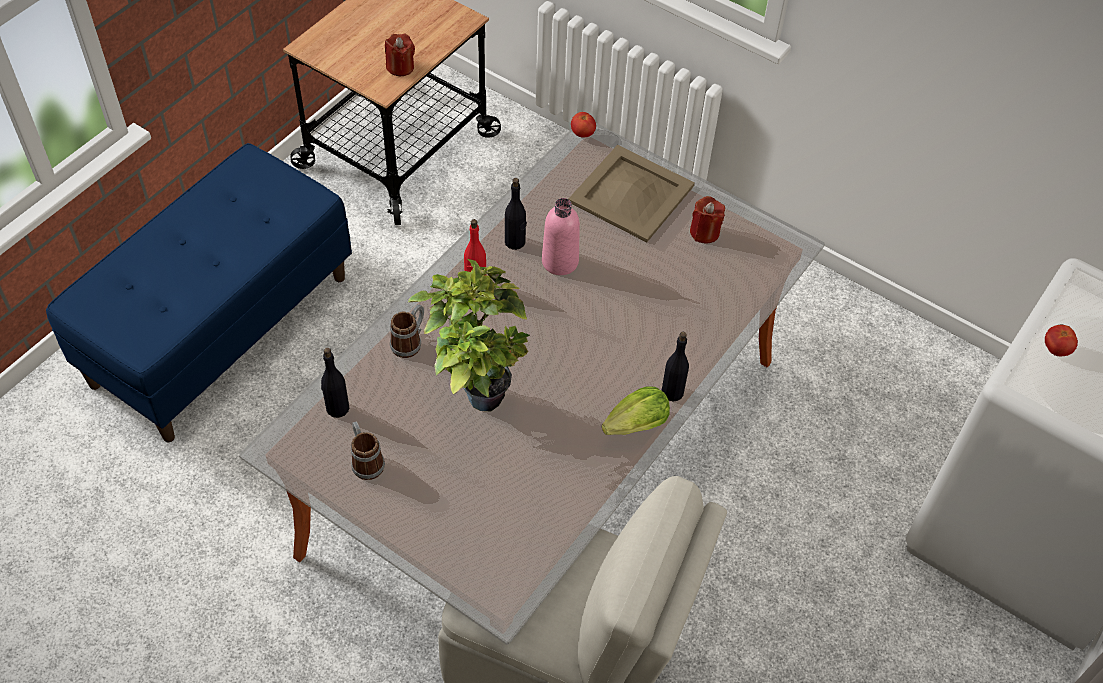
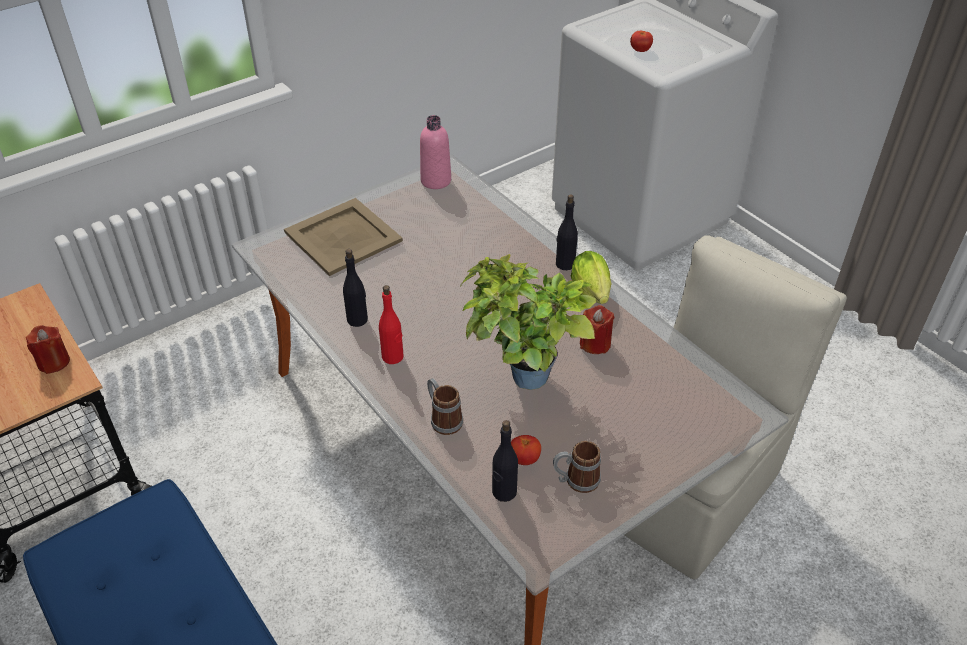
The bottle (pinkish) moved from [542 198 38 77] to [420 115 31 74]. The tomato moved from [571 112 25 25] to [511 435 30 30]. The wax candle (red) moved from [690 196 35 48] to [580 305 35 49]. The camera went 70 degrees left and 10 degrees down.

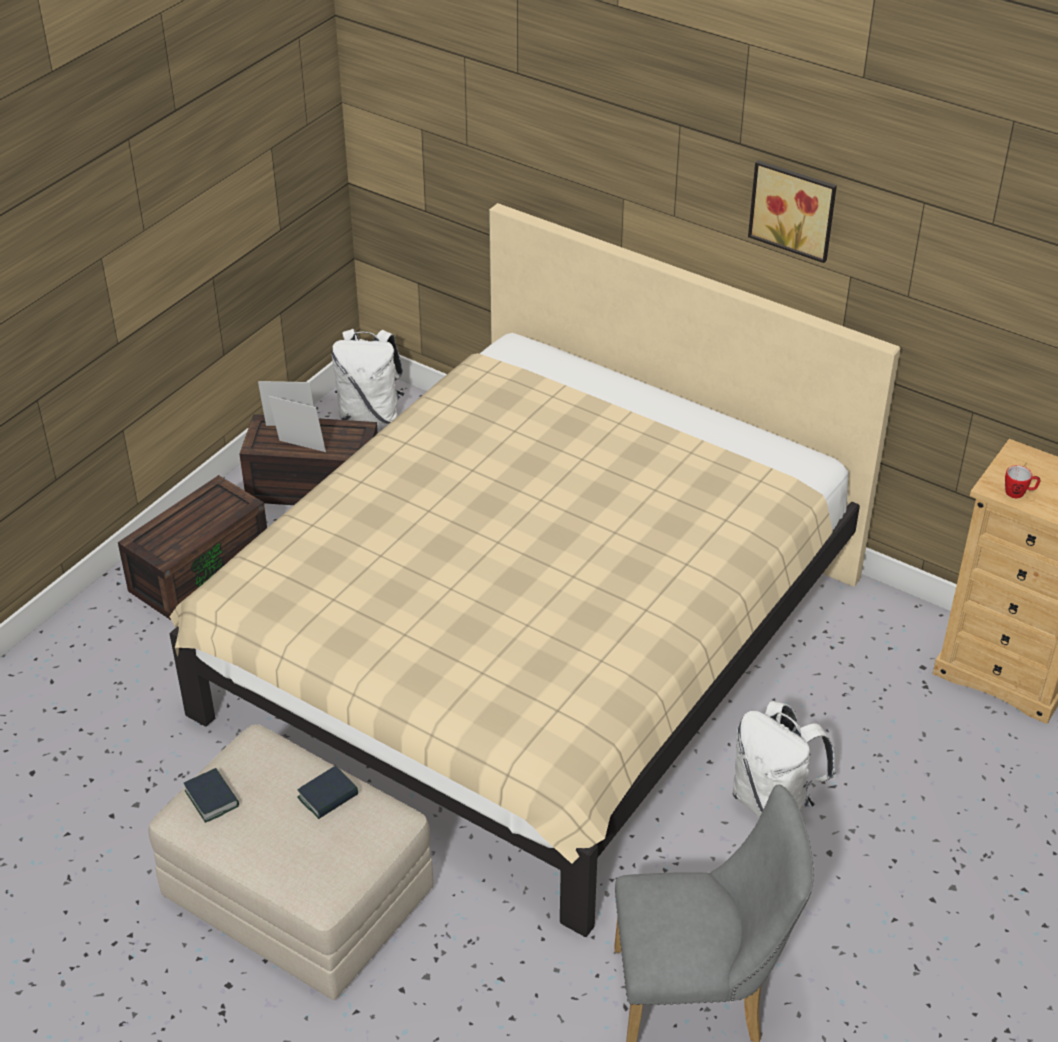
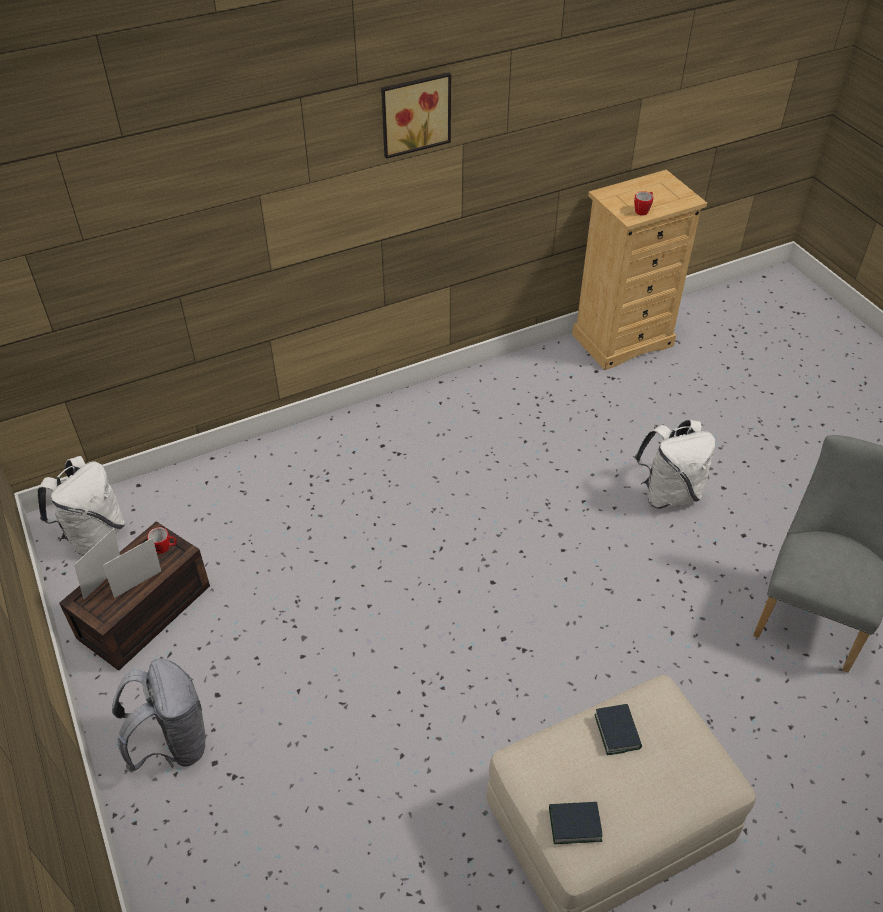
The bedroom bed (beige) at [169 203 732 734] disappeared. The coffee mug at [147 527 30 27] appeared. The storage box (brown-coloured) at [118 475 149 146] was replaced by the rucksack (greyish) at [112 658 95 115]. The camera went 60 degrees left and 5 degrees up.

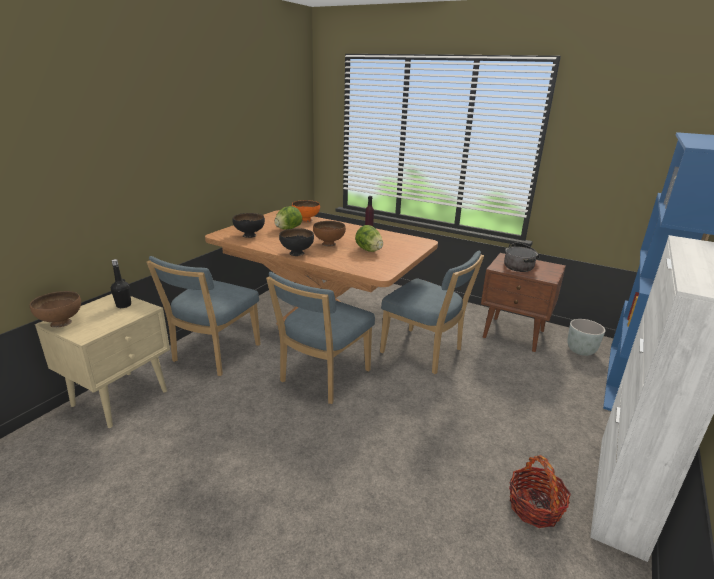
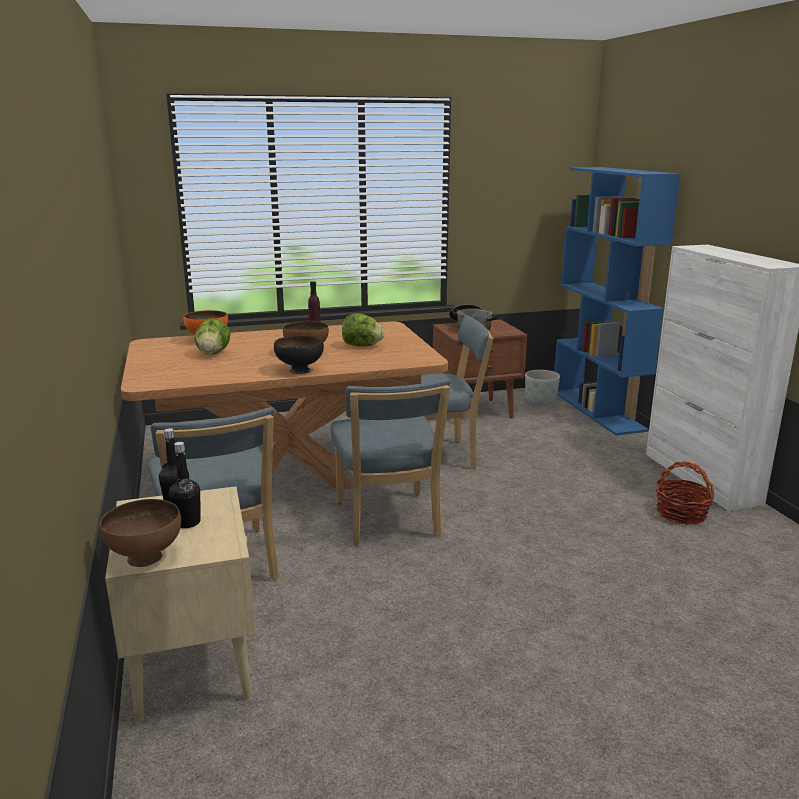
The serving bowl (black-coloured) at [232 213 33 25] disappeared. The bottle (black-coloured) at [169 442 32 86] appeared. The camera went 45 degrees left and 5 degrees down.

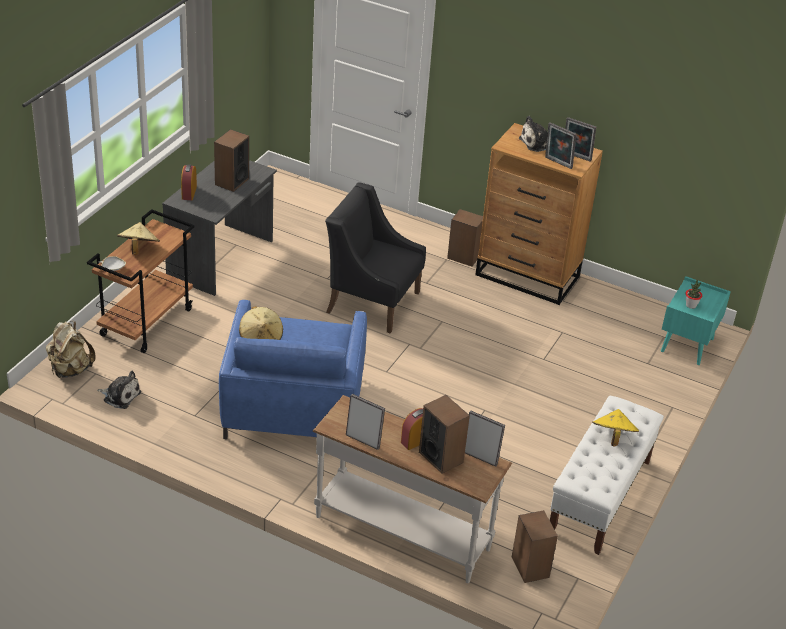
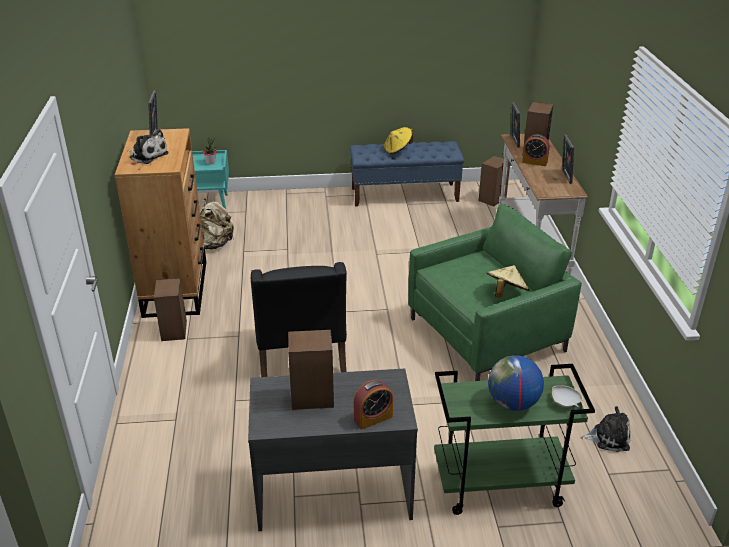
The photo frame at [545 122 31 47] disappeared. The rucksack (beige) moved from [46 321 50 57] to [200 198 34 51]. The hat (beige) at [117 222 43 33] was replaced by the globe at [488 355 56 56]. The cart (brown-coloured) at [87 209 108 144] became the cart (green-coloured) at [434 364 161 151]. The easy chair (bluish) at [219 300 148 139] became the easy chair (green-coloured) at [408 204 174 177]. The bench (whitish) at [550 396 114 159] became the bench (bluish) at [350 141 114 65]. The soft toy at [97 371 44 38] turned 105 degrees clockwise. The camera went 120 degrees left and 5 degrees down.

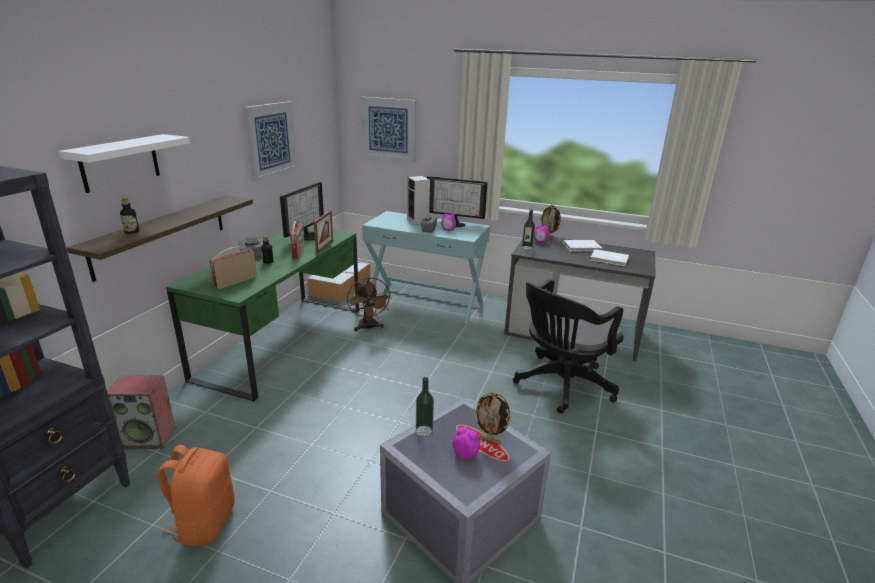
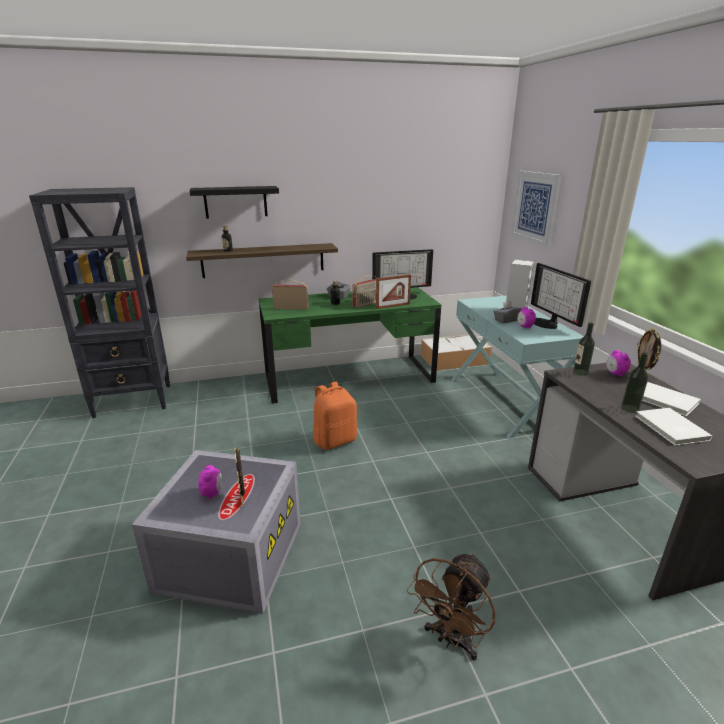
The speaker at [107 375 68 74] disappeared. The wall art at [244 101 53 81] disappeared. The desk chair (black-coloured) at [513 279 111 135] disappeared. The rucksack (orange-coloured) moved from [157 445 78 101] to [313 382 44 68]. The fan (brown-coloured) moved from [347 277 45 54] to [407 553 88 108]. The bottle moved from [416 377 18 60] to [621 352 27 61]. The shelf (whitish) at [58 134 132 59] became the shelf (black-coloured) at [190 186 89 32]. The camera went 55 degrees right and 0 degrees up.

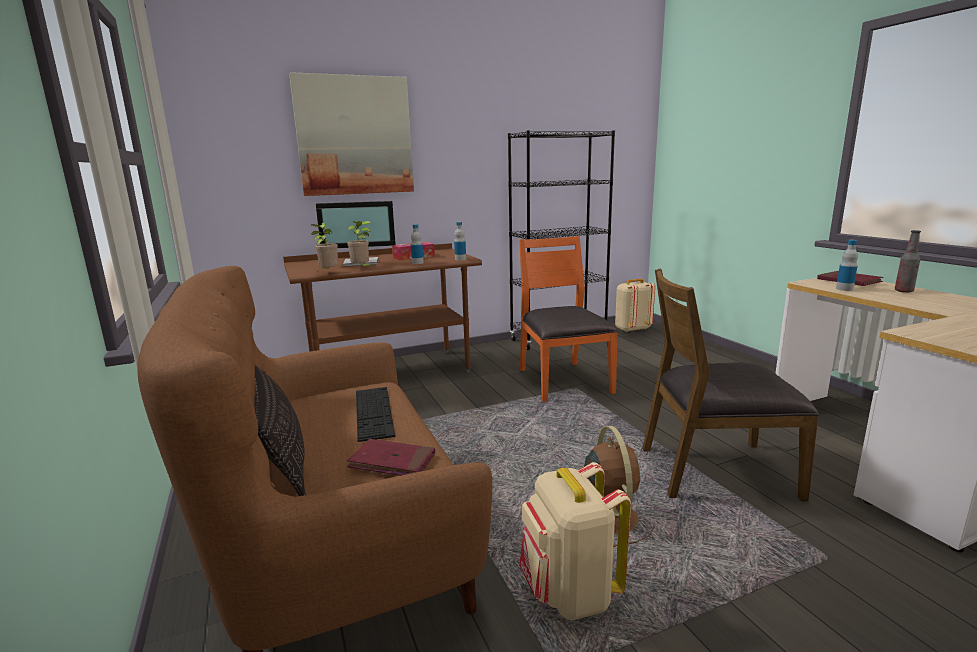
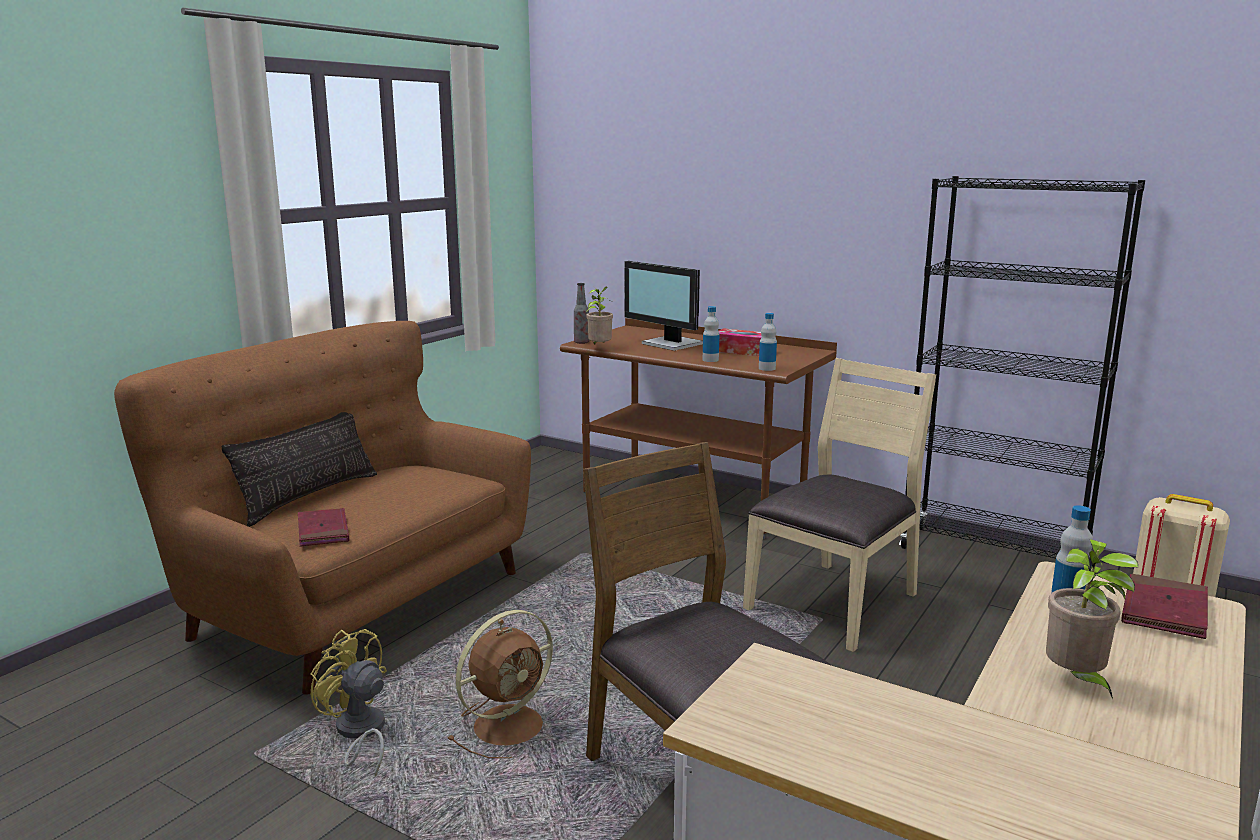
The wall art at [289 73 125 123] disappeared. The computer keyboard at [356 387 39 55] disappeared. The potted plant moved from [347 221 24 45] to [1046 539 92 160]. The bottle moved from [895 230 26 63] to [574 283 15 61]. The rucksack (beige) at [519 462 112 158] was replaced by the fan (yellow) at [310 629 77 147]. The chair (orange-coloured) at [519 236 99 166] became the chair (beige) at [743 358 193 294]. The camera went 55 degrees right and 0 degrees up.

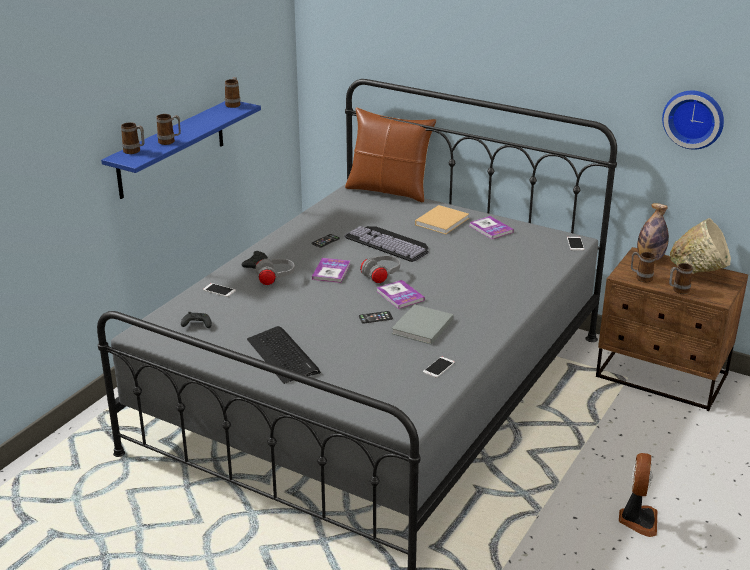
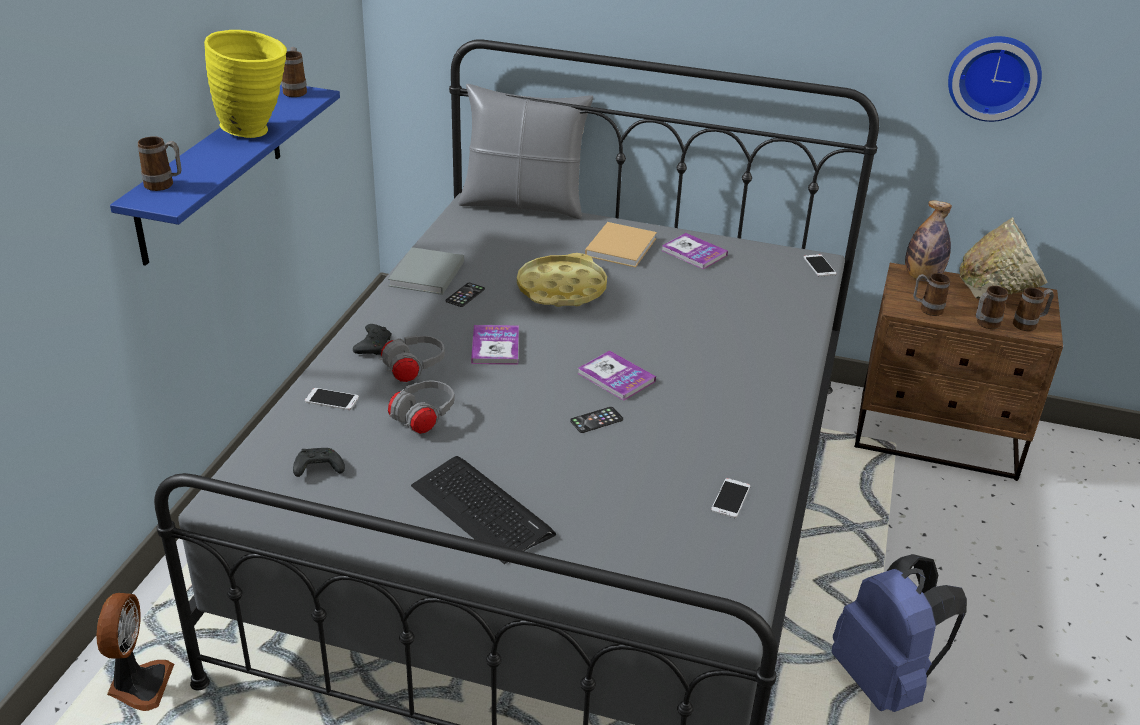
The flower vase (yellow) at [204 30 83 108] appeared. The rucksack (bluish) at [832 554 135 158] appeared. The coffee mug moved from [156 114 25 31] to [1013 288 41 43]. The headset (greyish) moved from [360 256 40 27] to [388 380 67 54]. The bound book (greyish) moved from [391 304 62 41] to [388 247 76 48]. The fan moved from [619 453 38 84] to [96 593 78 118]. The computer keyboard at [344 226 85 36] was replaced by the carrying tray (yellow) at [517 253 90 54]. The cushion (brown-coloured) at [345 108 91 94] became the cushion (greyish) at [458 84 135 135]. The camera went 15 degrees left and 5 degrees up.

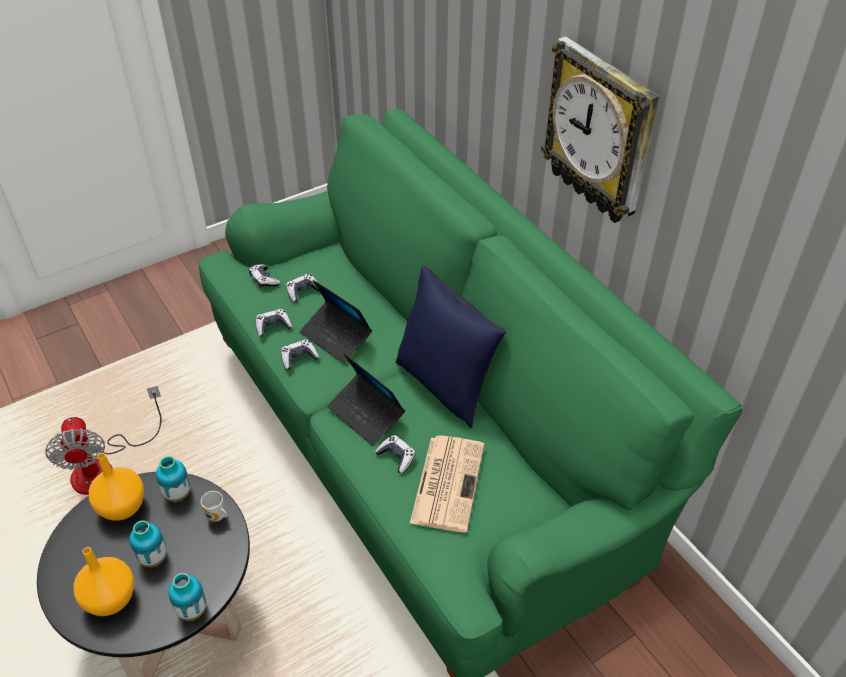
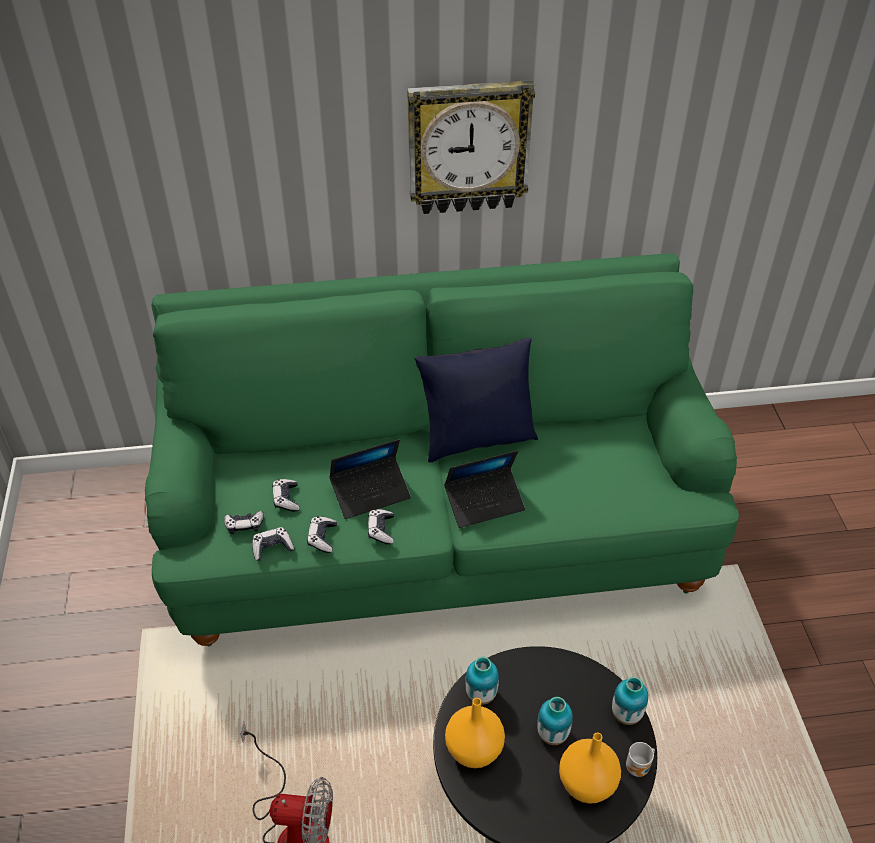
The daily paper at [410 435 74 98] disappeared. The coffee mug moved from [201 491 26 31] to [626 742 29 35]. The game controller moved from [375 435 41 38] to [252 527 42 34]. The camera went 65 degrees left and 0 degrees up.

